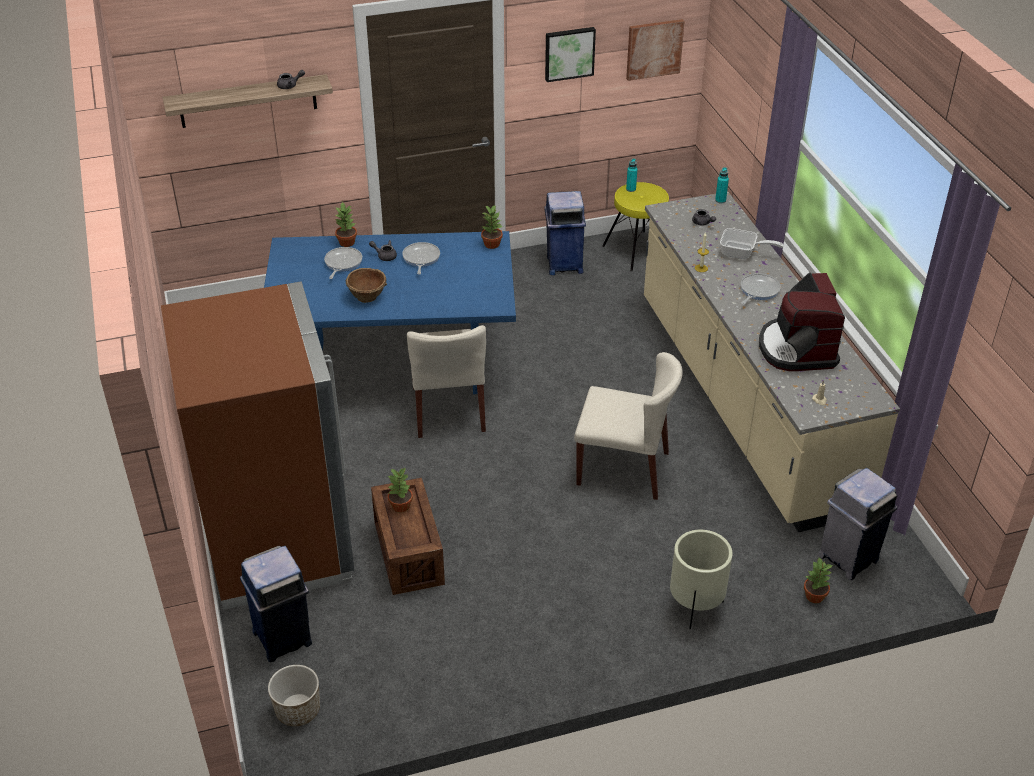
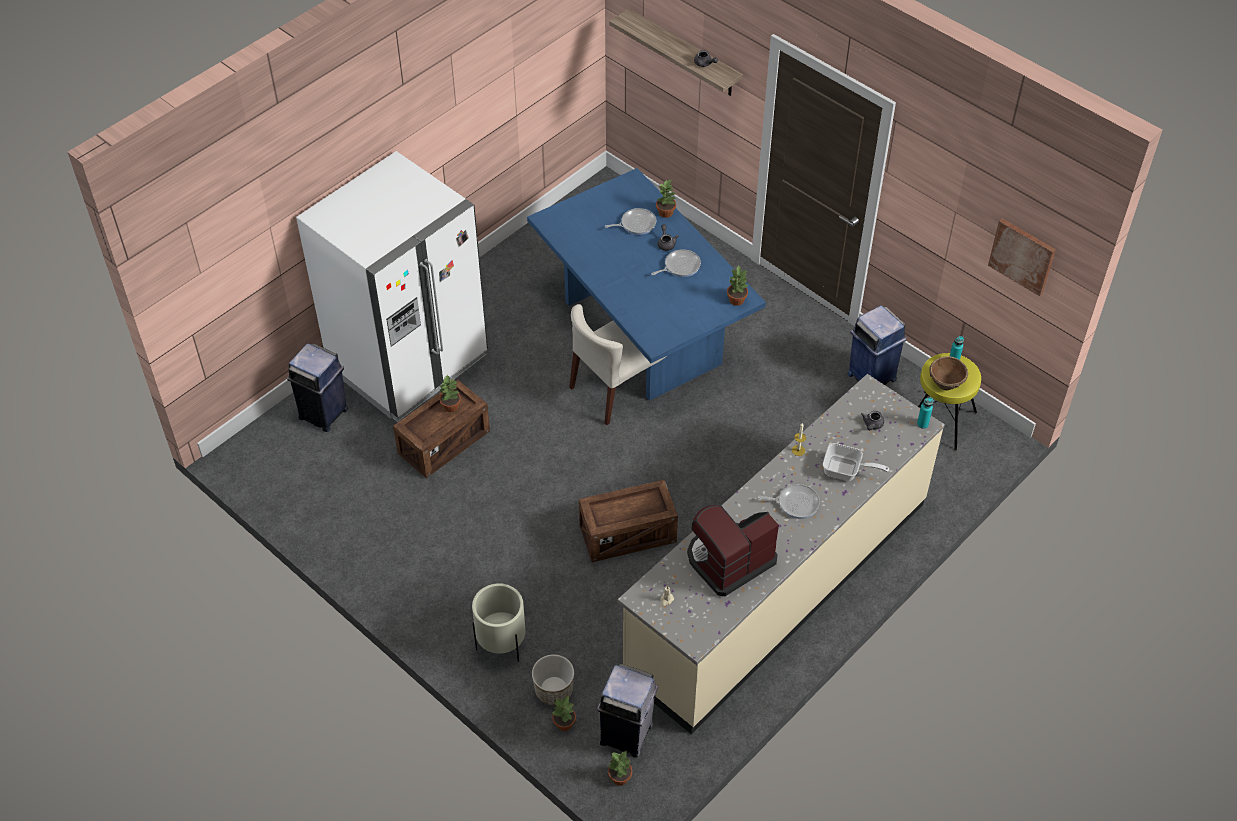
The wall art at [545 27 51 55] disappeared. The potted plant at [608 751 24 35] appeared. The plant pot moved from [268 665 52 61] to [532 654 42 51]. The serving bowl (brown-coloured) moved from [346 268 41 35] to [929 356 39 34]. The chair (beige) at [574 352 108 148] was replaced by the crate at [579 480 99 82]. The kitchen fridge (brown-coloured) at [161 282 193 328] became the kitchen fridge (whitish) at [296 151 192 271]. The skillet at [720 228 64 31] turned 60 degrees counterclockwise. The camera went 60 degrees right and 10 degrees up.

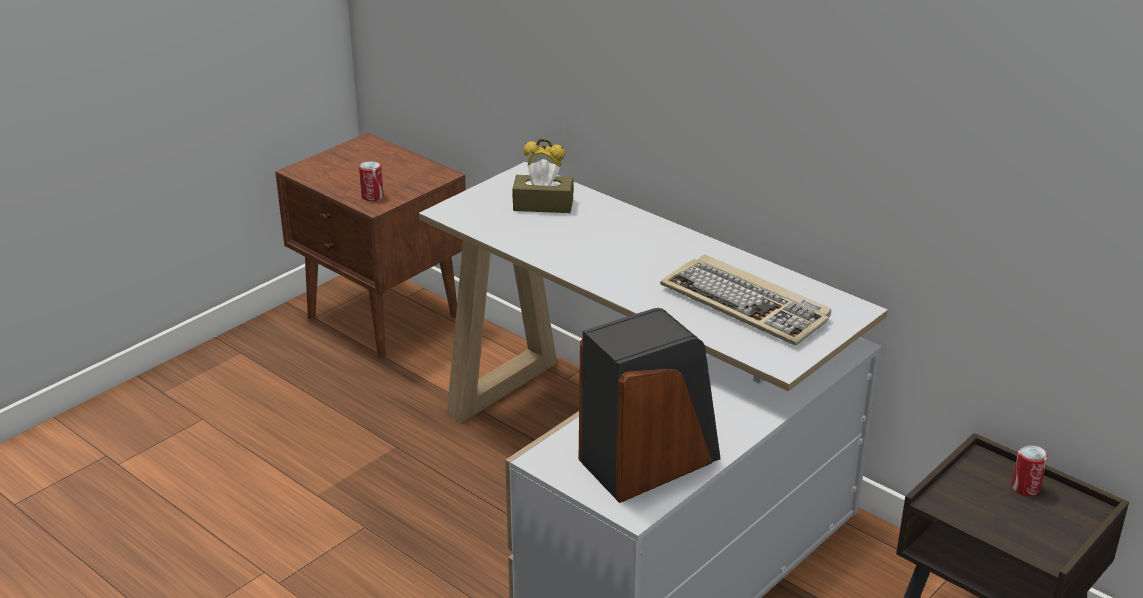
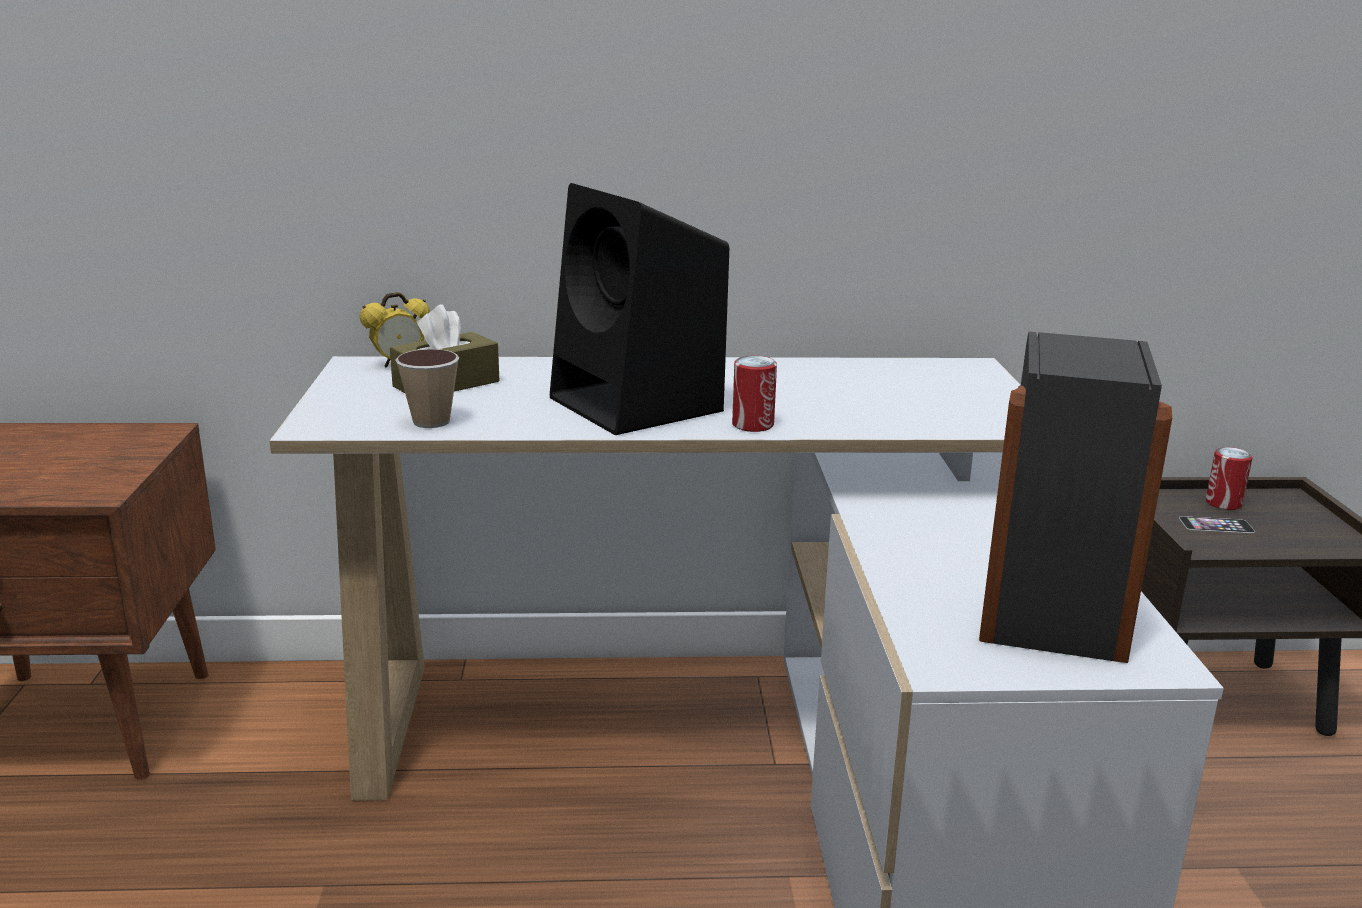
The computer keyboard at [660 254 171 92] disappeared. The drinking cup at [396 349 63 79] appeared. The speaker (black-coloured) at [550 183 179 252] appeared. The handset at [1179 516 76 17] appeared. The sealed can moved from [359 161 25 40] to [732 356 45 76]. The camera went 45 degrees left and 10 degrees down.

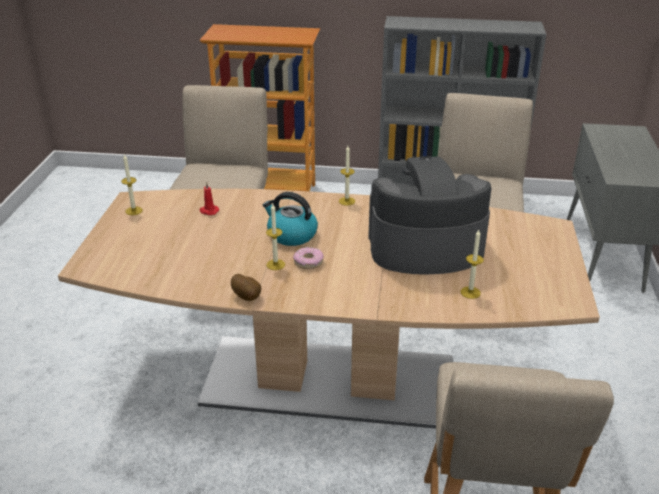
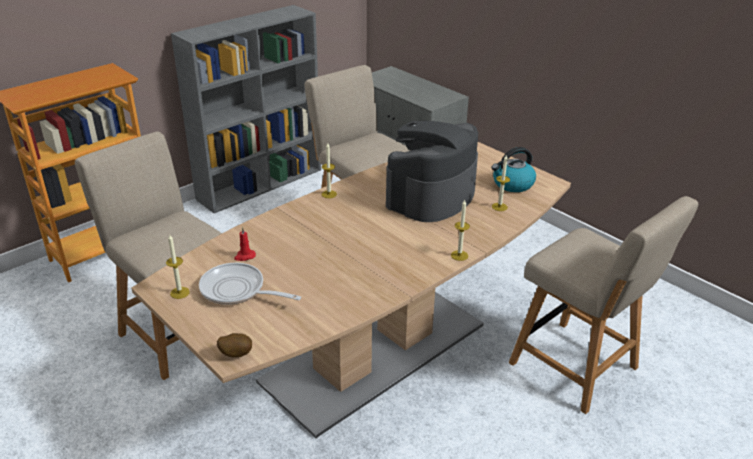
The doughnut at [293 247 31 22] disappeared. The skillet at [199 263 102 42] appeared. The spud moved from [231 274 30 27] to [217 333 35 24]. The kettle moved from [263 192 55 54] to [492 147 44 45]. The wax candle moved from [266 204 19 66] to [451 200 19 61]. The camera went 50 degrees left and 0 degrees up.

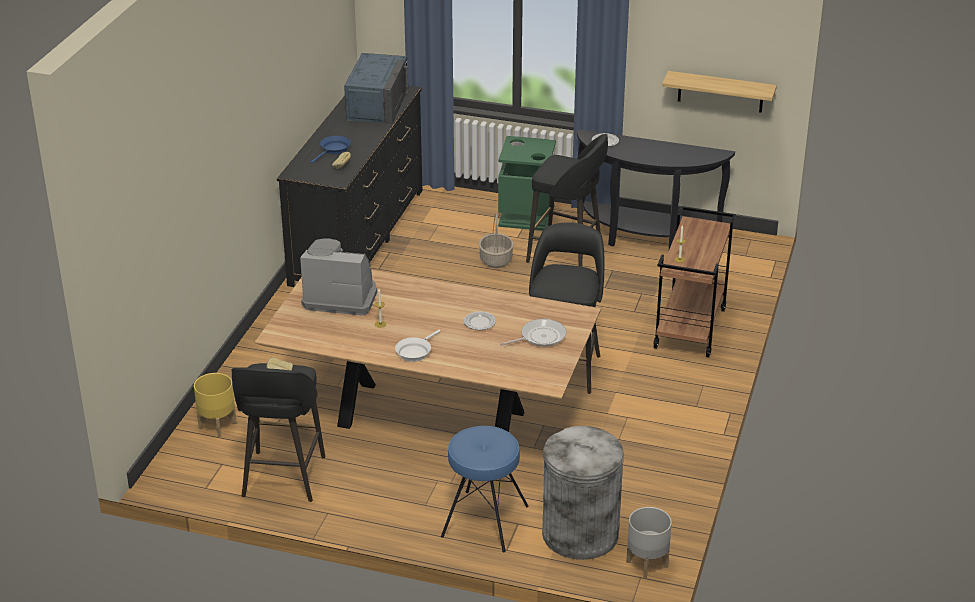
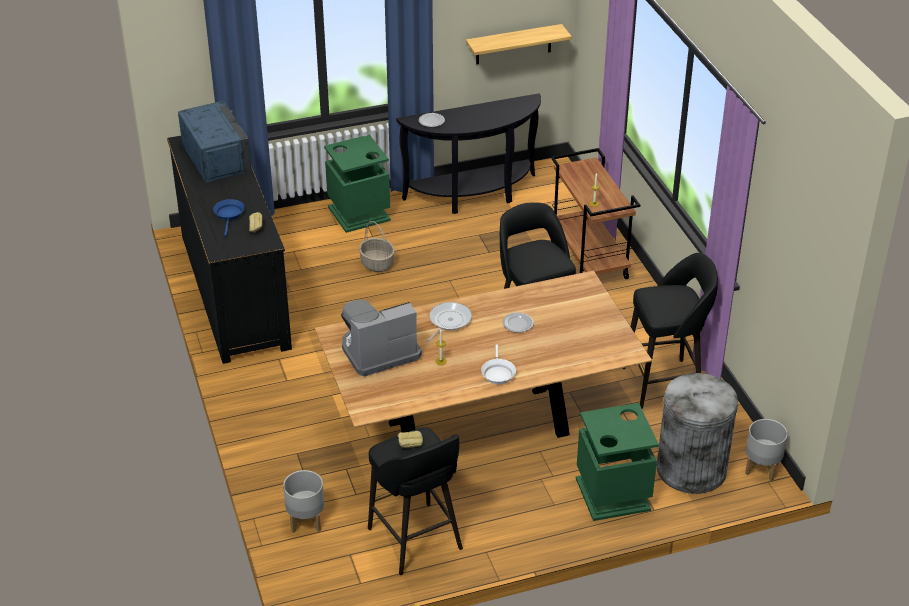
The skillet moved from [500 319 66 27] to [426 302 46 41]. The stool (black-coloured) moved from [526 134 82 133] to [622 253 96 156]. The stool (bluish) at [441 426 88 126] was replaced by the rubbish bin (green-coloured) at [576 403 83 118]. The plant pot (yellow) at [194 373 43 64] became the plant pot (greyish) at [283 470 41 63]. The camera went 35 degrees left and 5 degrees up.

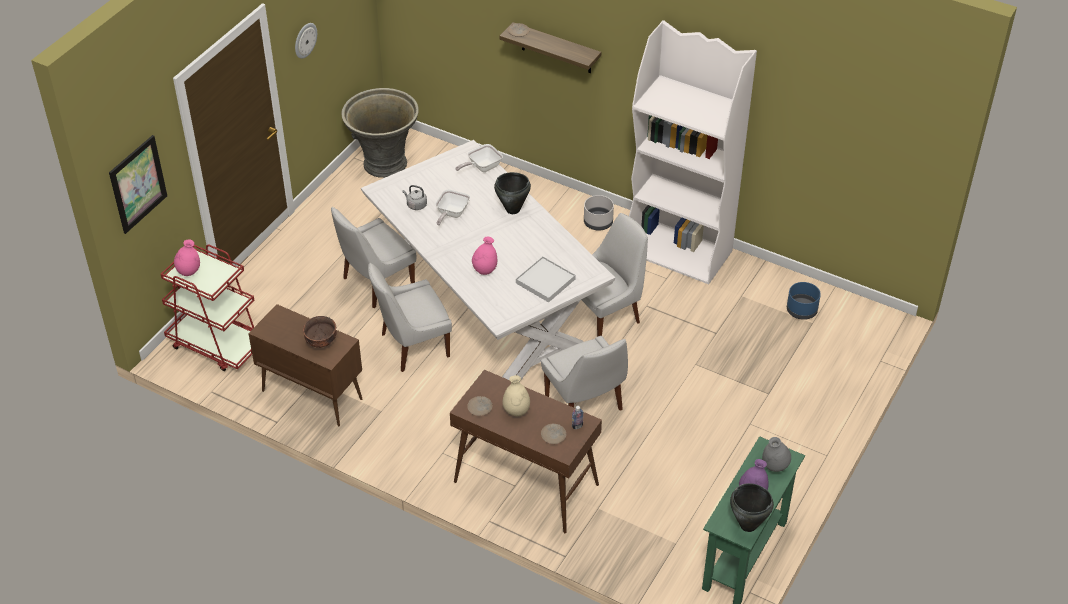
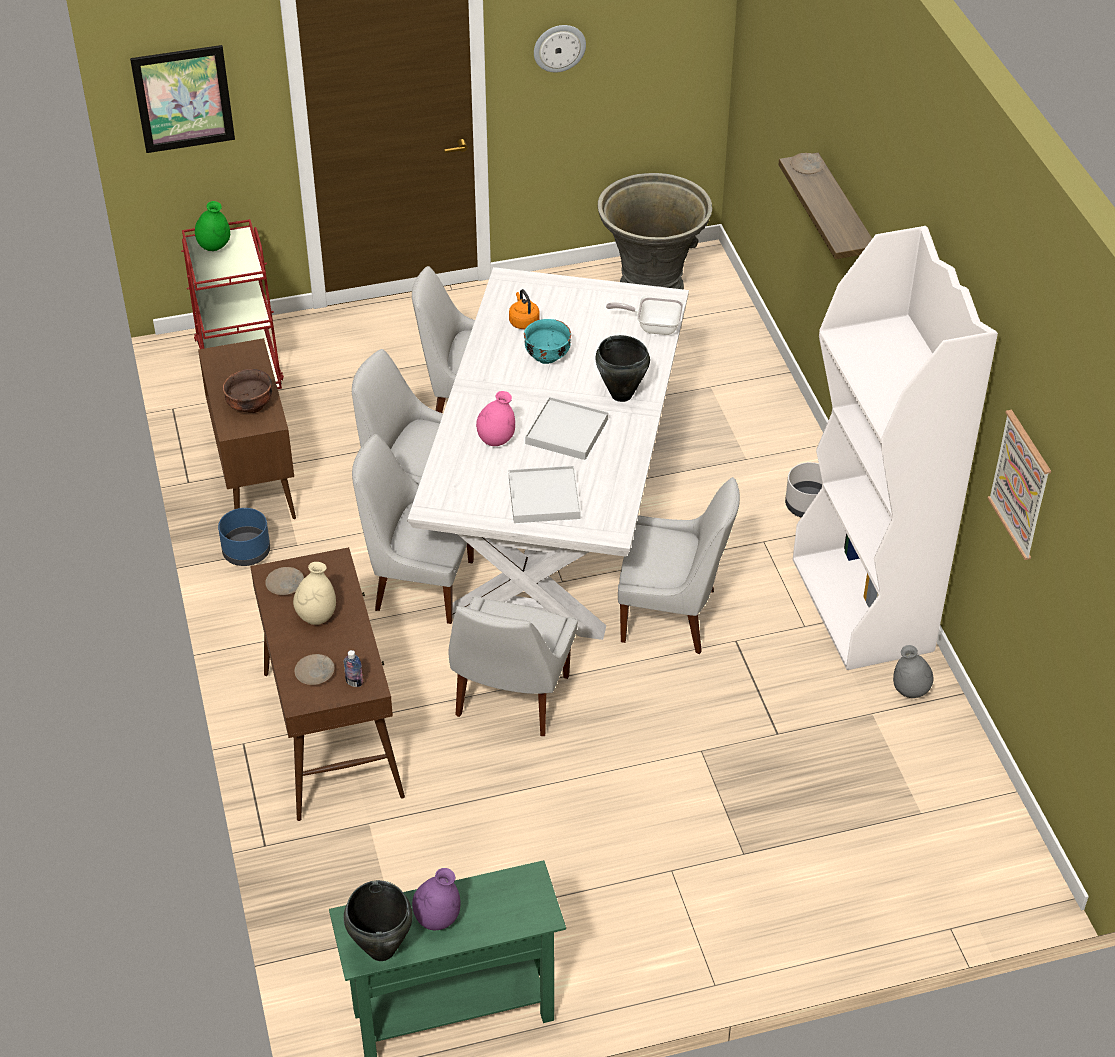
The chair (whitish) at [352 434 122 190] appeared. The carrying tray (whitish) at [525 397 83 63] appeared. The wall art at [988 410 63 150] appeared. The flower vase (greyish) moved from [762 437 29 35] to [893 645 40 53]. The plant pot (bluish) moved from [787 282 34 38] to [218 508 52 58]. The skillet at [435 189 35 36] was replaced by the serving bowl (blue-green) at [524 319 47 45]. The flower vase (pinkish) at [174 239 26 37] became the flower vase (green-coloured) at [195 201 35 50]. The kettle (greyish) at [402 185 25 25] became the kettle (orange-coloured) at [509 289 31 40]. The camera went 45 degrees right and 0 degrees up.

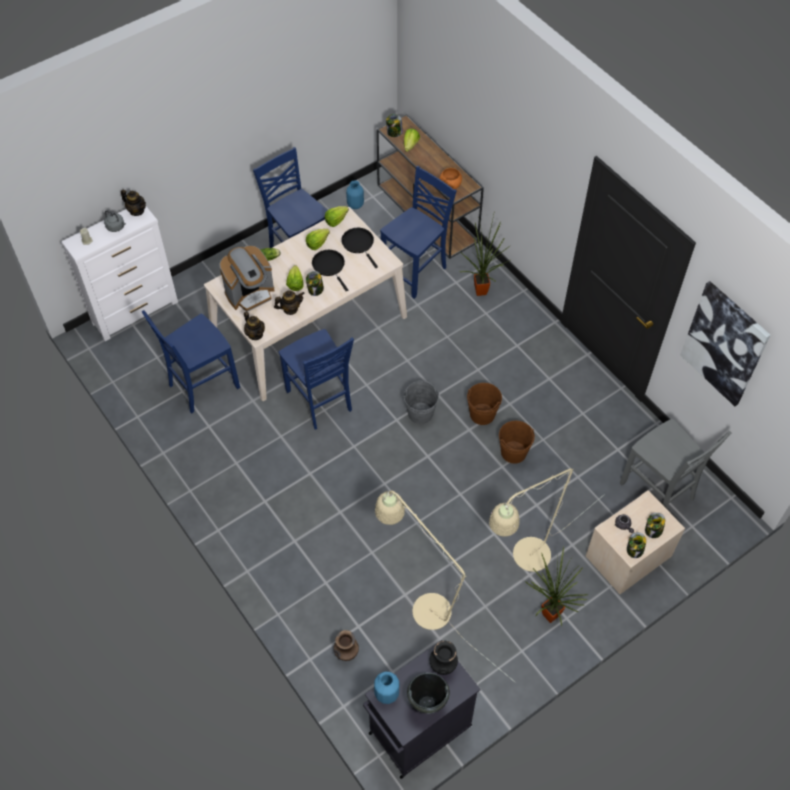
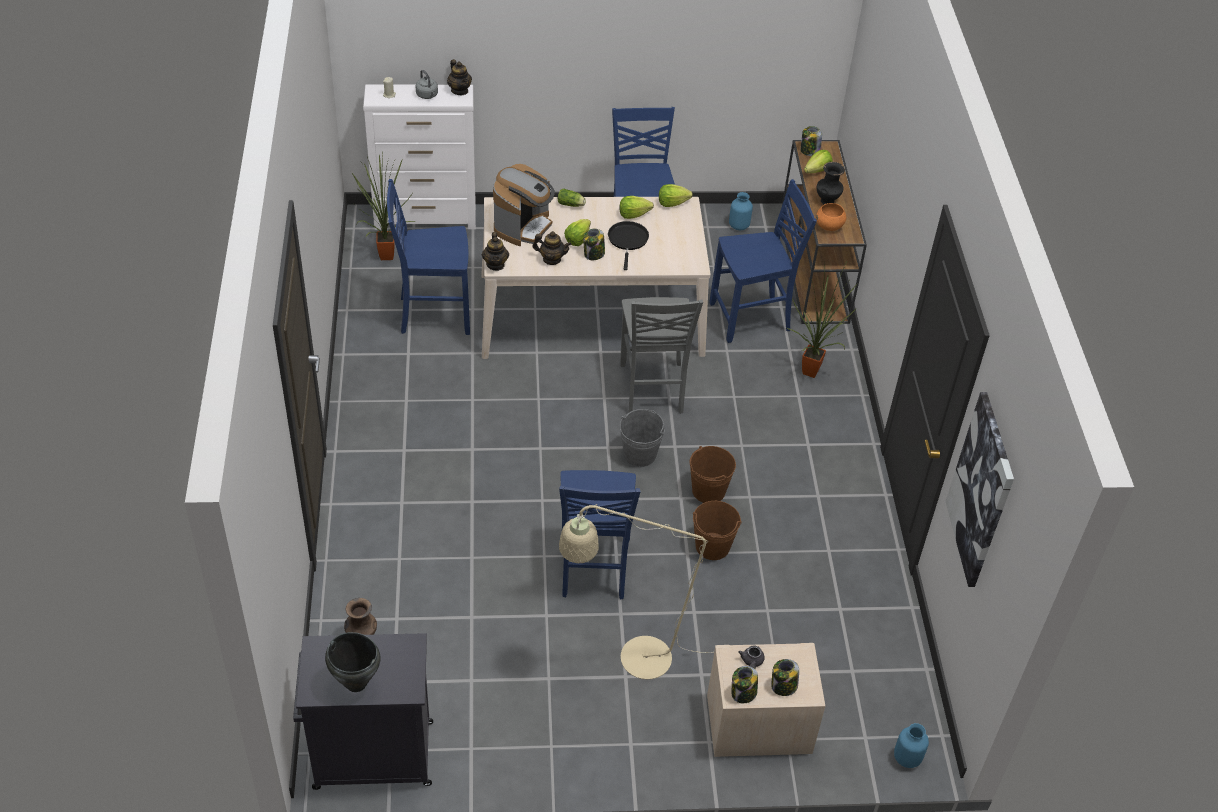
The skillet (black-coloured) at [341 228 37 40] disappeared. The standard lamp (beige) at [375 490 141 193] disappeared. The chair (bluish) moved from [278 329 76 101] to [559 470 81 129]. The flower vase (bluish) moved from [374 672 25 32] to [894 723 35 45]. The flower vase (black-coloured) moved from [430 641 28 34] to [816 162 29 42]. The potted plant moved from [525 547 63 79] to [351 153 64 107]. The chair (greyish) moved from [620 419 112 90] to [620 297 83 117]. The coffee maker at [220 246 55 66] turned 60 degrees counterclockwise. The camera went 30 degrees right and 10 degrees down.

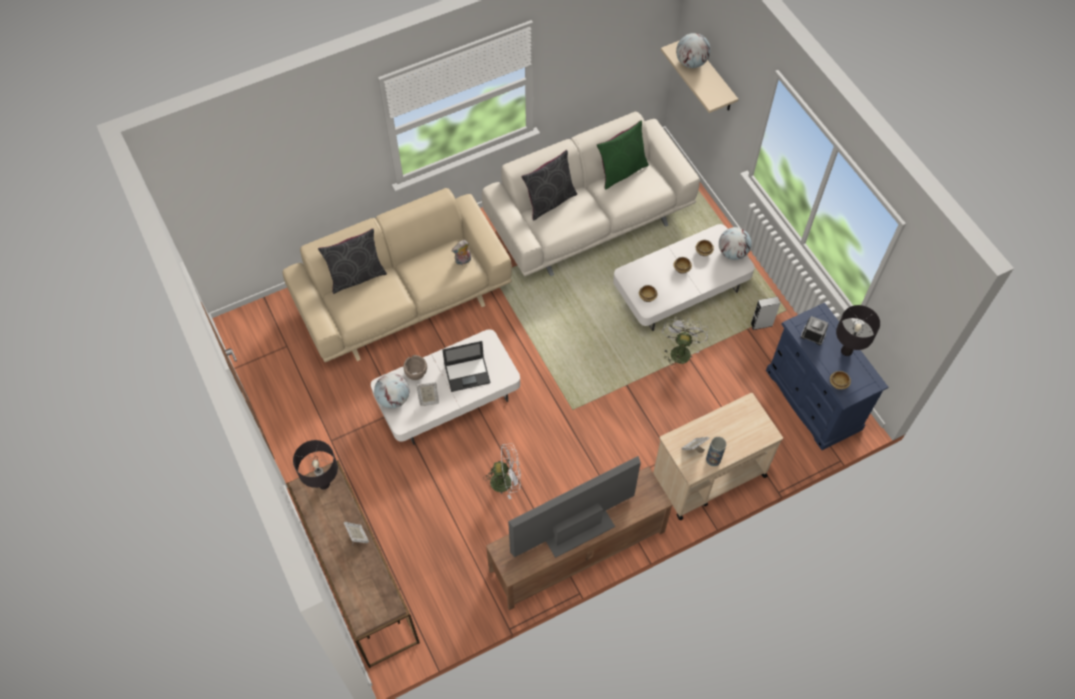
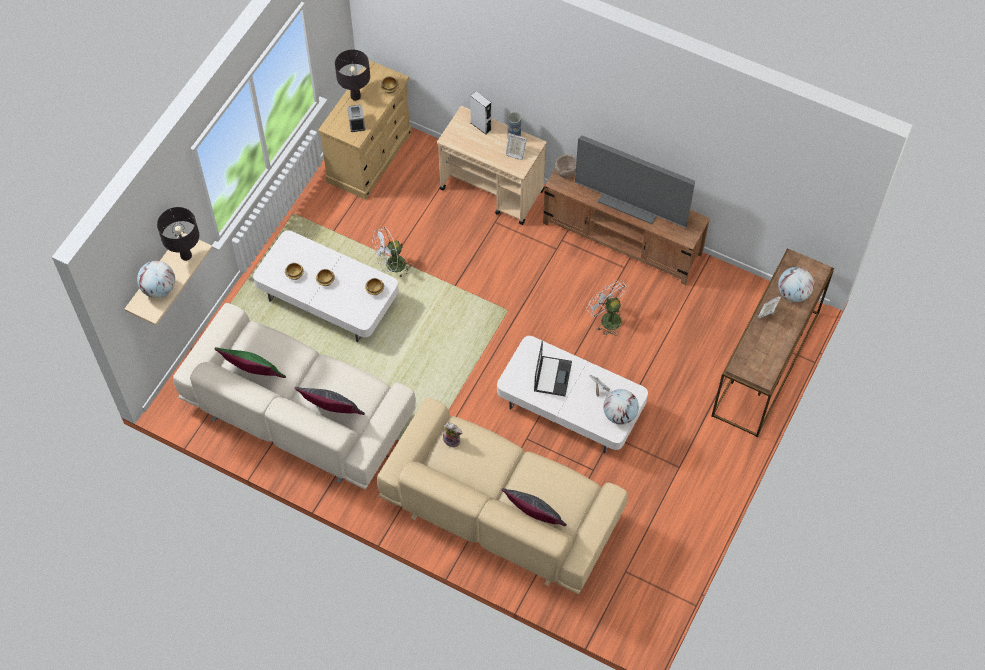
The tabletop lamp (black-coloured) moved from [293 440 45 50] to [157 207 42 54]. The serving bowl (brown-coloured) moved from [403 355 24 25] to [555 154 22 24]. The globe moved from [719 227 33 33] to [778 267 36 35]. The speaker (greyish) moved from [751 297 30 33] to [470 91 22 43]. The dresser (bluish) at [766 303 123 147] became the dresser (beige) at [318 60 94 140]. The notebook computer at [442 341 49 51] turned 60 degrees clockwise. The camera went 125 degrees left and 0 degrees up.

